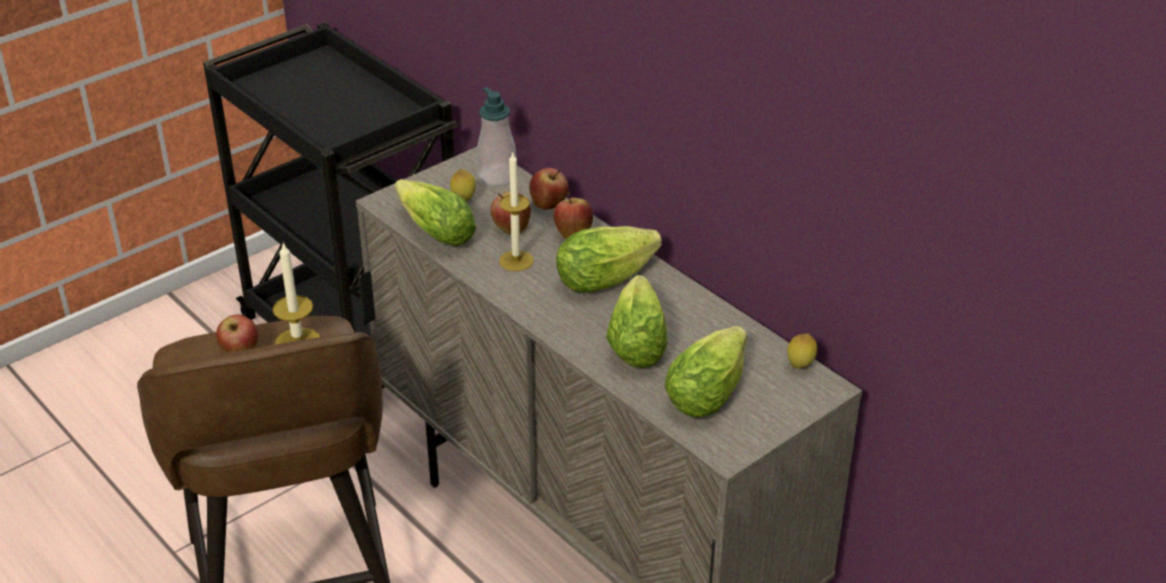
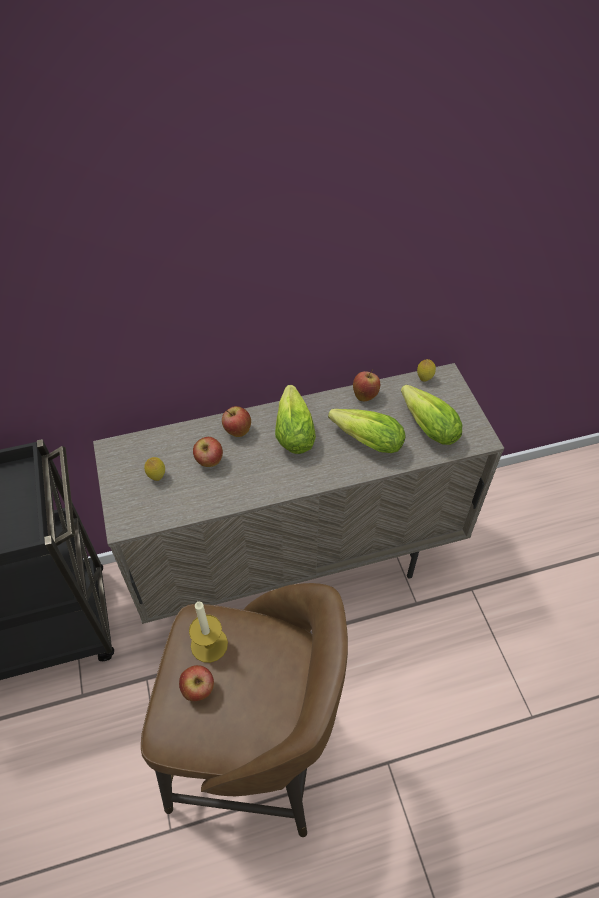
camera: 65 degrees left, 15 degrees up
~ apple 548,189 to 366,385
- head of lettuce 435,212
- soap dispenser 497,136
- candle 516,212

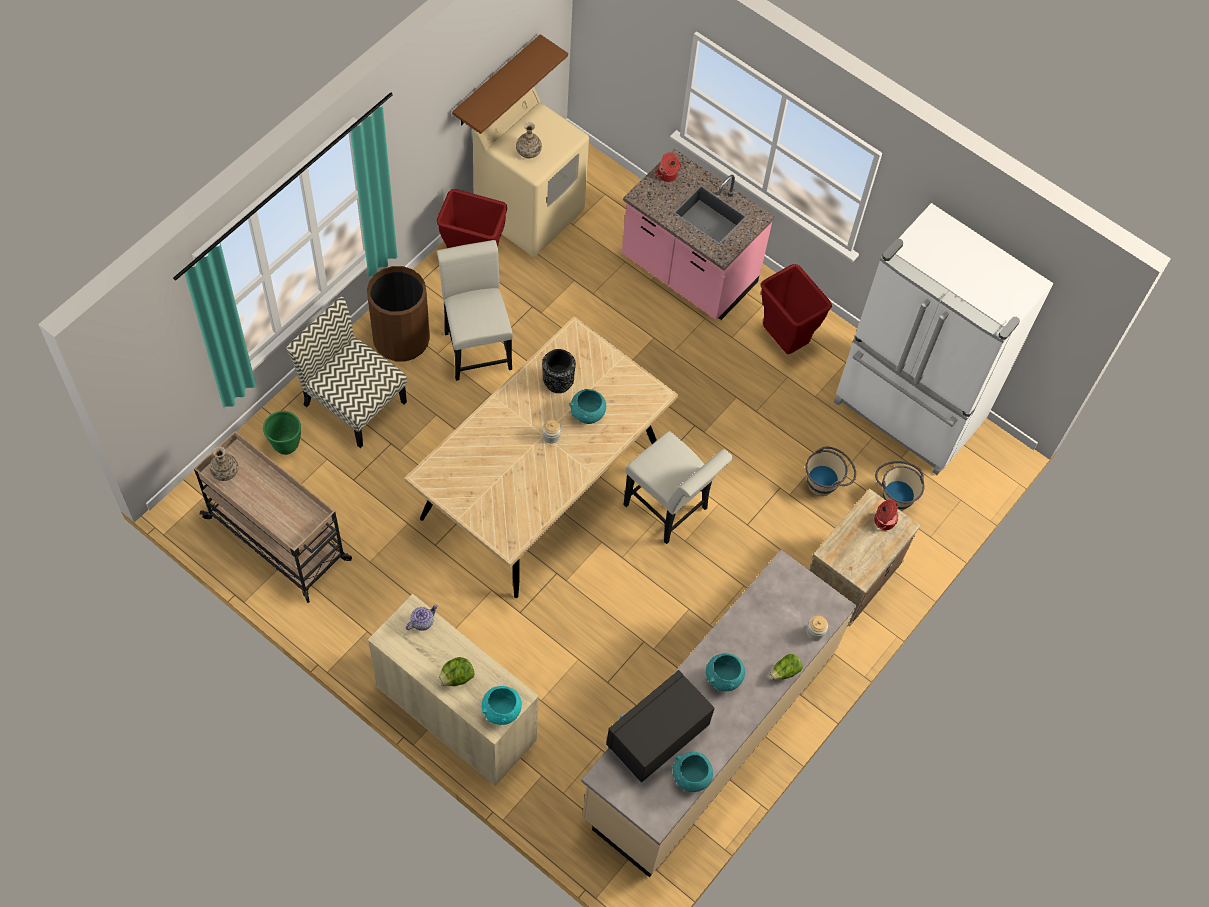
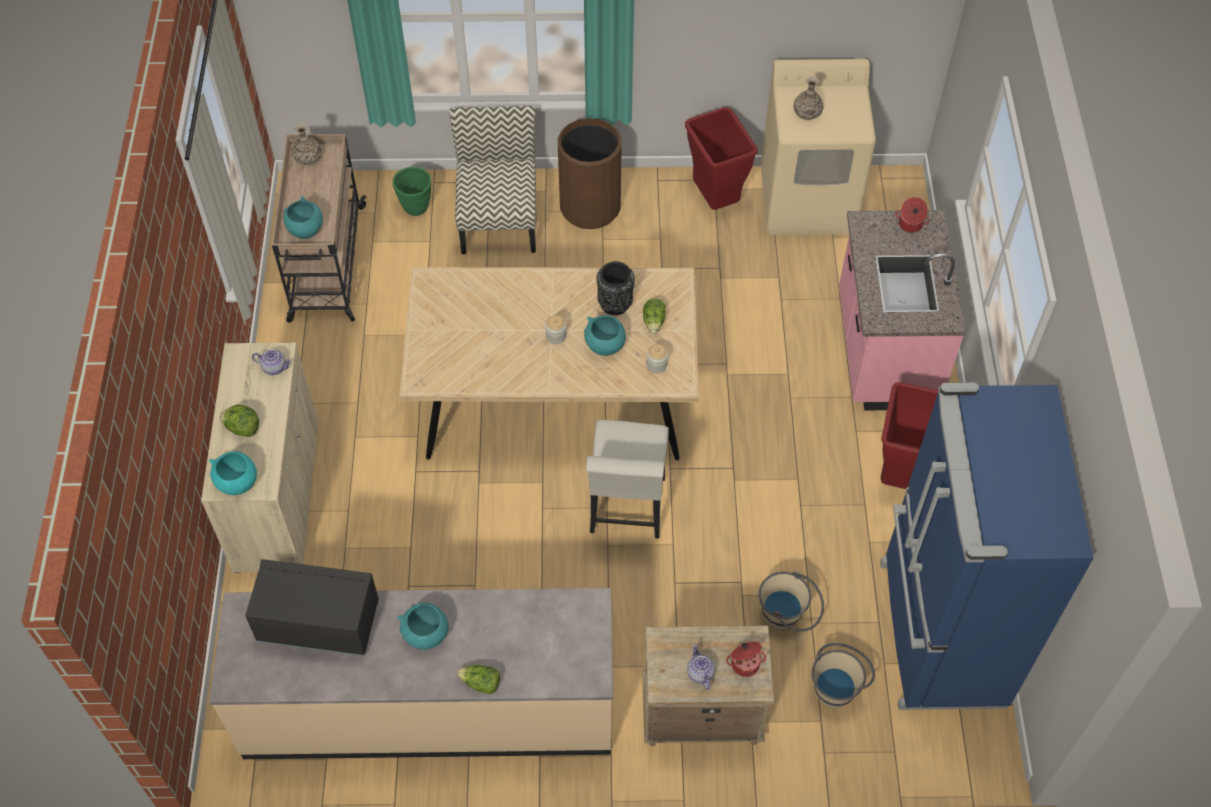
camera: 55 degrees right, 5 degrees down
~ turquoise serving bowl 692,772 to 303,217
+ head of lettuce 654,316
~ storage jar 817,628 to 657,358
+ pot for tea 701,667
~ white-coloured refrigerator 944,339 to blue refrigerator 986,546
- white-coloured upright chair 475,310
- brown-coloured wall shelf 510,84

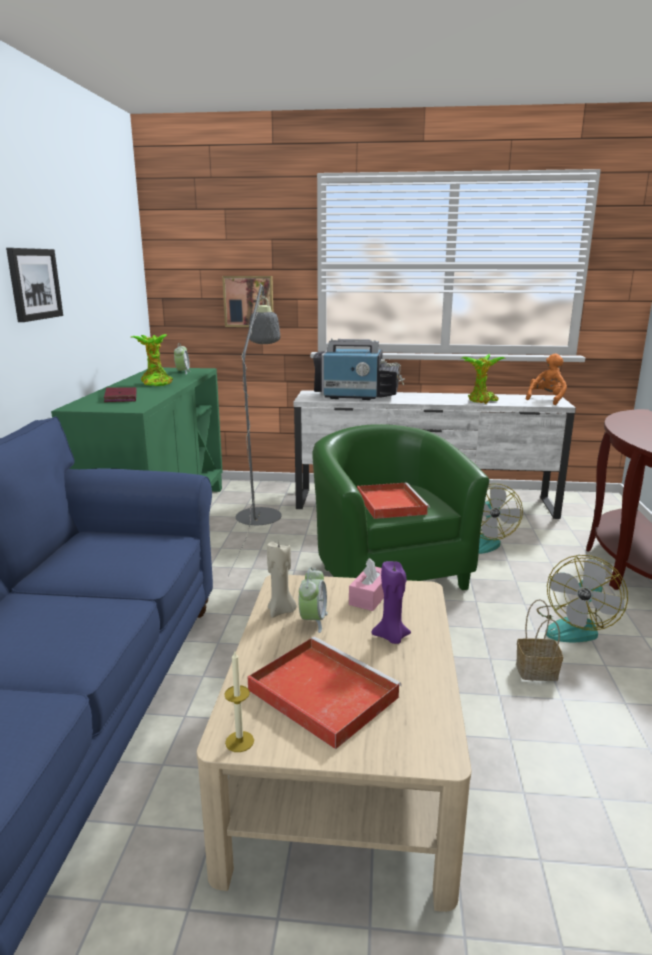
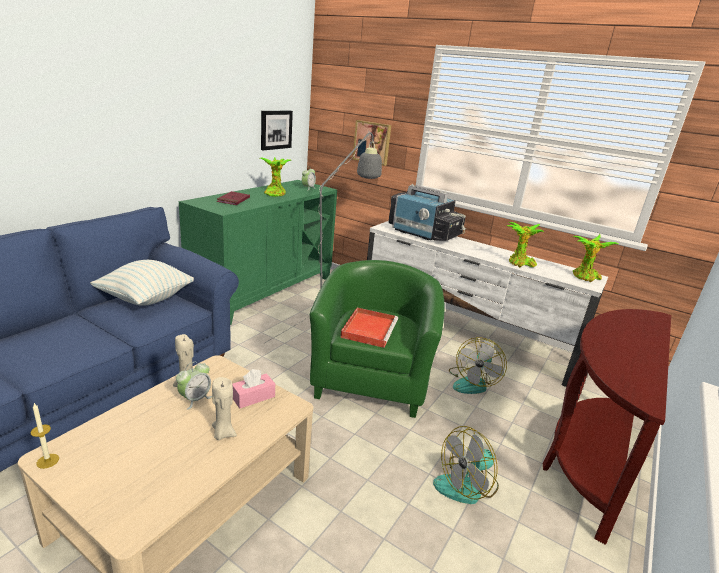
camera: 25 degrees right, 5 degrees up
+ pillow 142,283
~ purple-coloured candle 391,602 to sand-coloured candle 224,408
~ picture 34,285 to 277,130
~ orange soft toy 546,379 to plant in a pot 595,258
- reddish carrying tray 324,693
- basket 539,640

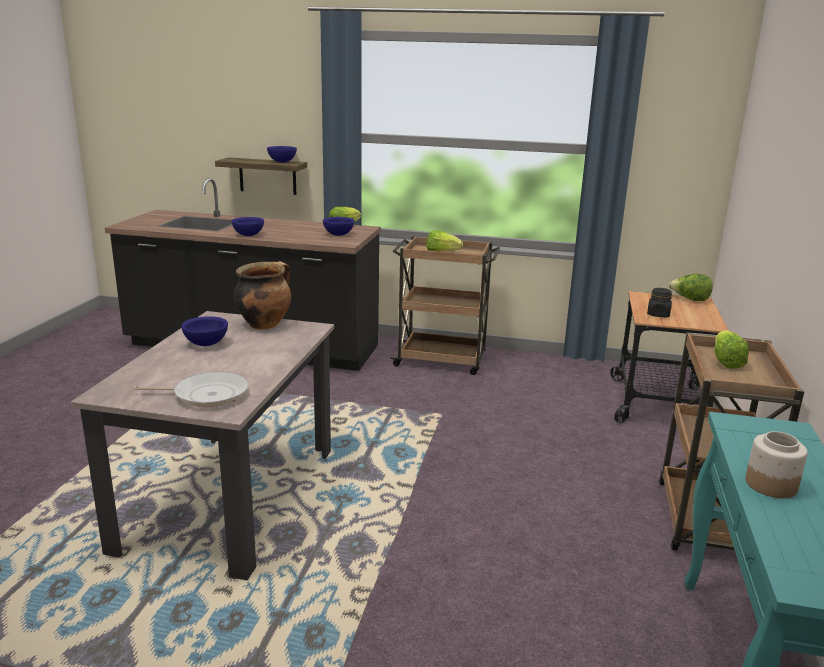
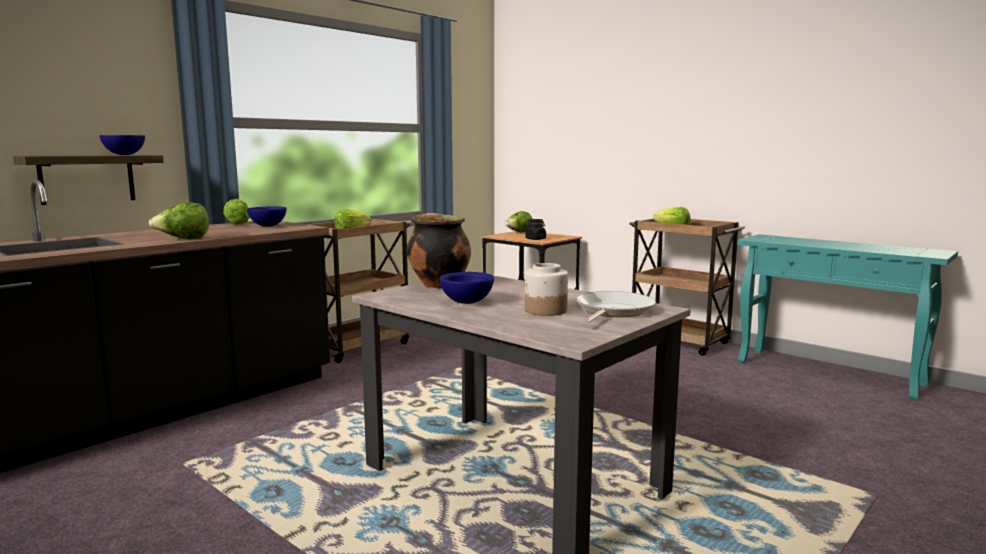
camera: 60 degrees left, 10 degrees down
~ blue serving bowl 247,226 to head of lettuce 179,220
~ storage jar 776,464 to 546,289

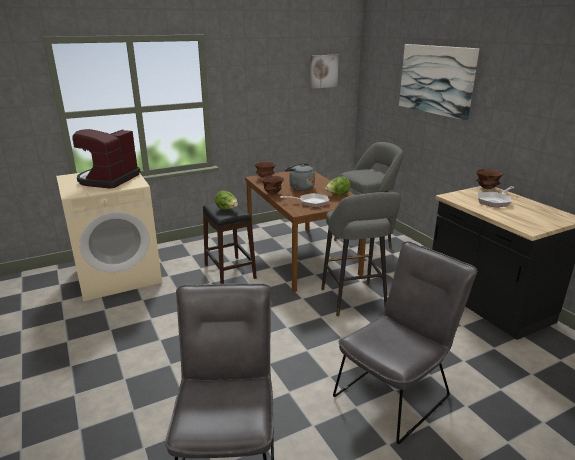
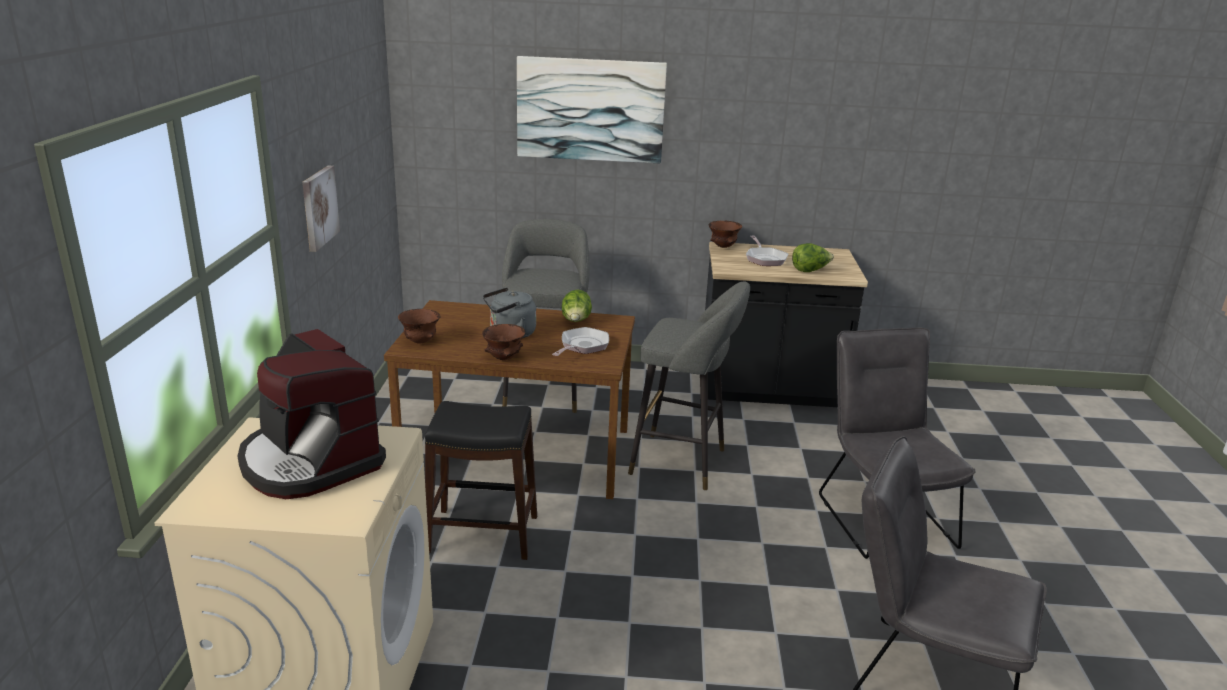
camera: 60 degrees left, 0 degrees up
~ picture 324,72 to 321,209
~ head of lettuce 226,200 to 813,257

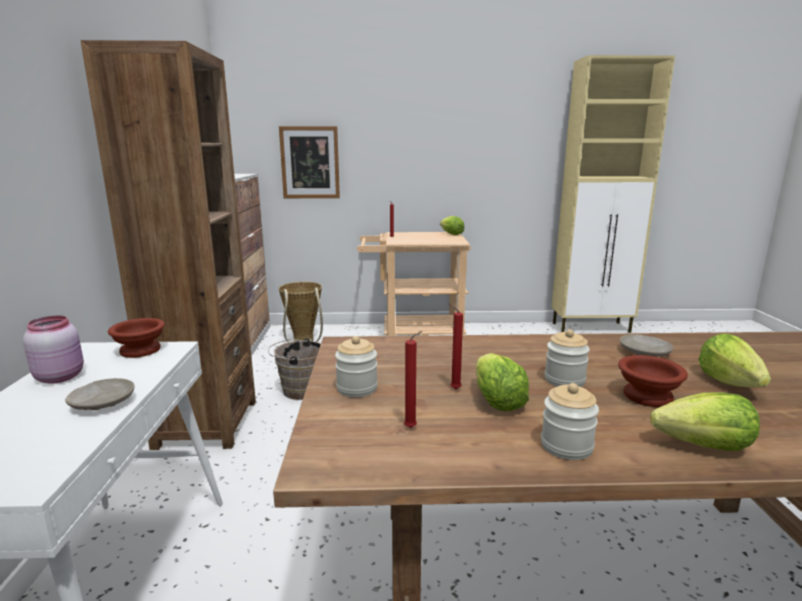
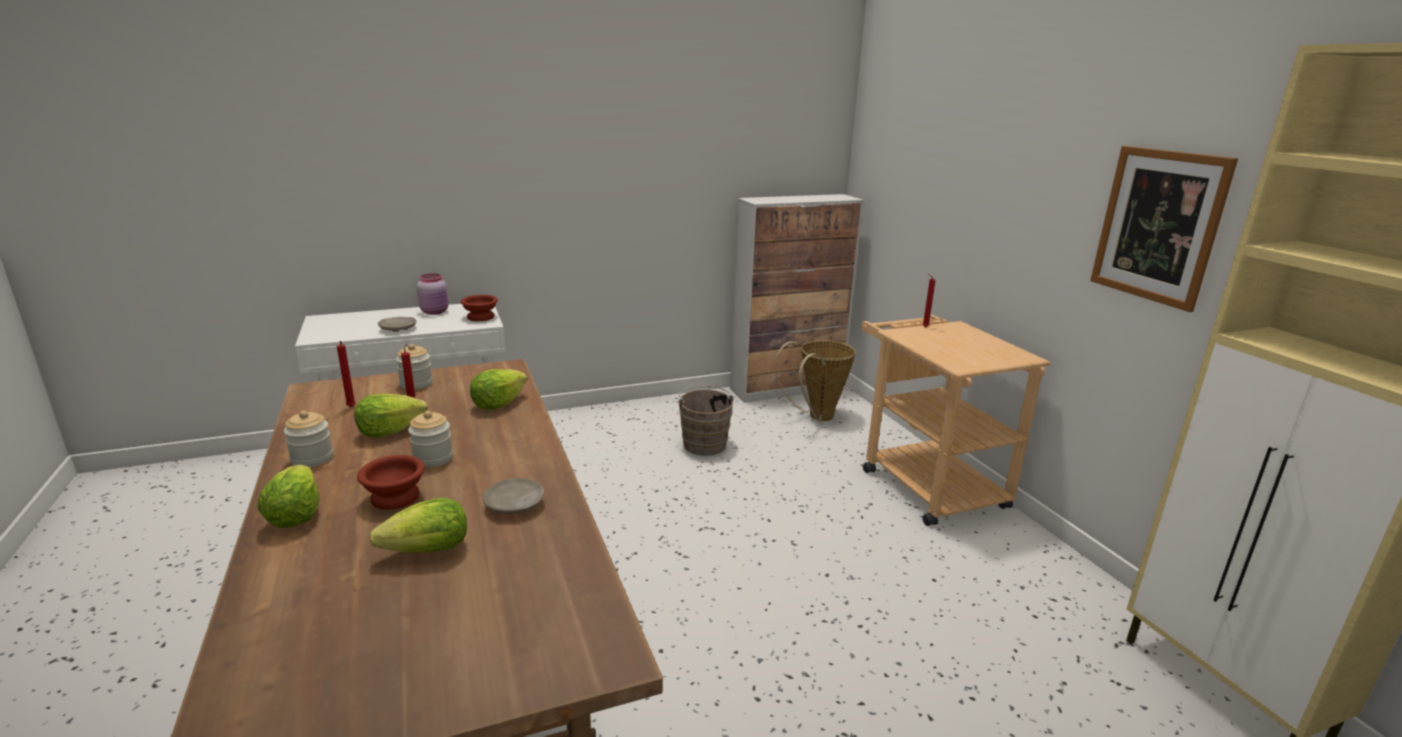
camera: 70 degrees right, 5 degrees up
~ head of lettuce 452,225 to 498,389
~ picture 309,162 to 1164,229
- brown-coloured shelving unit 168,245

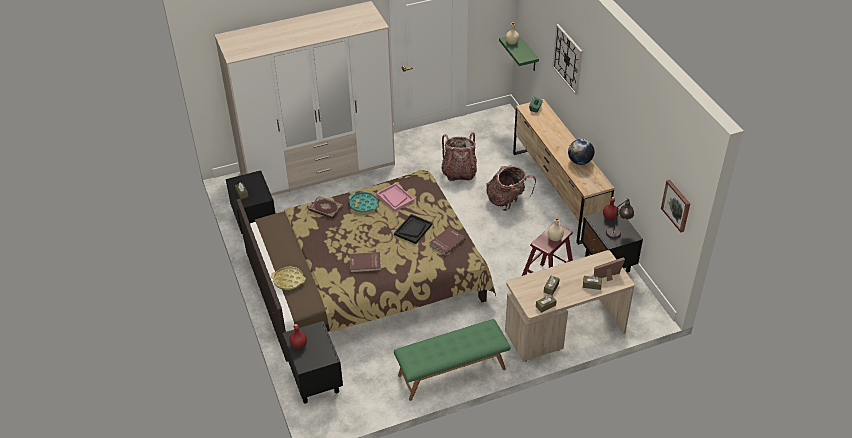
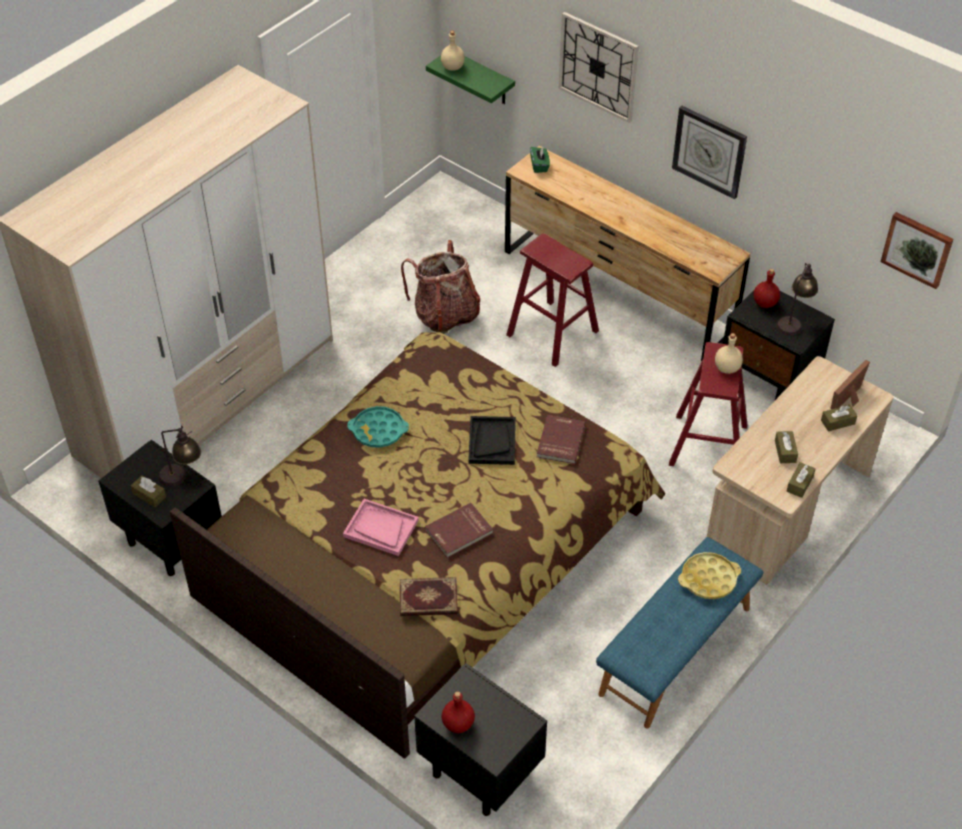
camera: 30 degrees left, 5 degrees up
+ table lamp 179,456
~ pink-coloured carrying tray 395,197 to 381,527
~ volume 325,207 to 429,596
~ backpack 511,188 to reddish stool seat 552,300
~ green long seat 452,360 to blue long seat 679,633
+ hanging clock 709,152
~ yellow carrying tray 288,278 to 709,575
- world globe 581,152

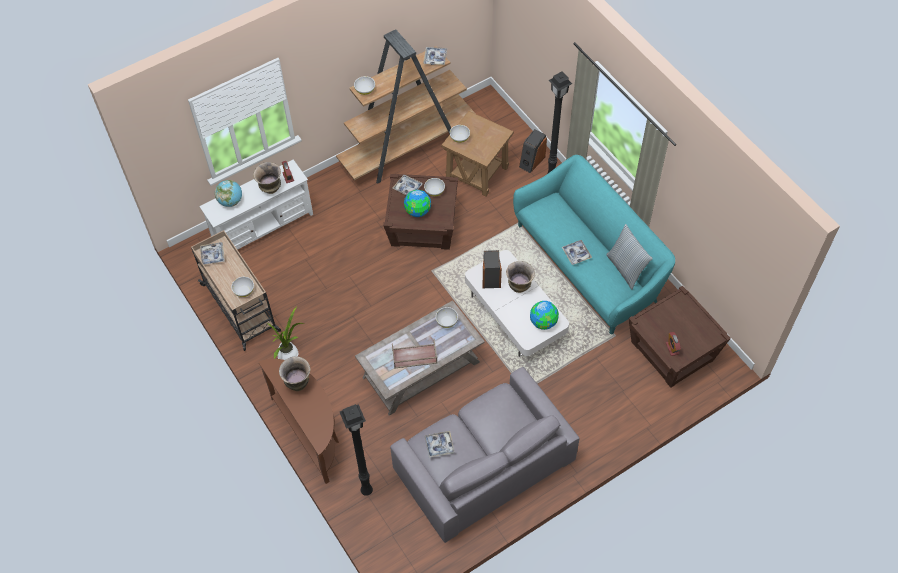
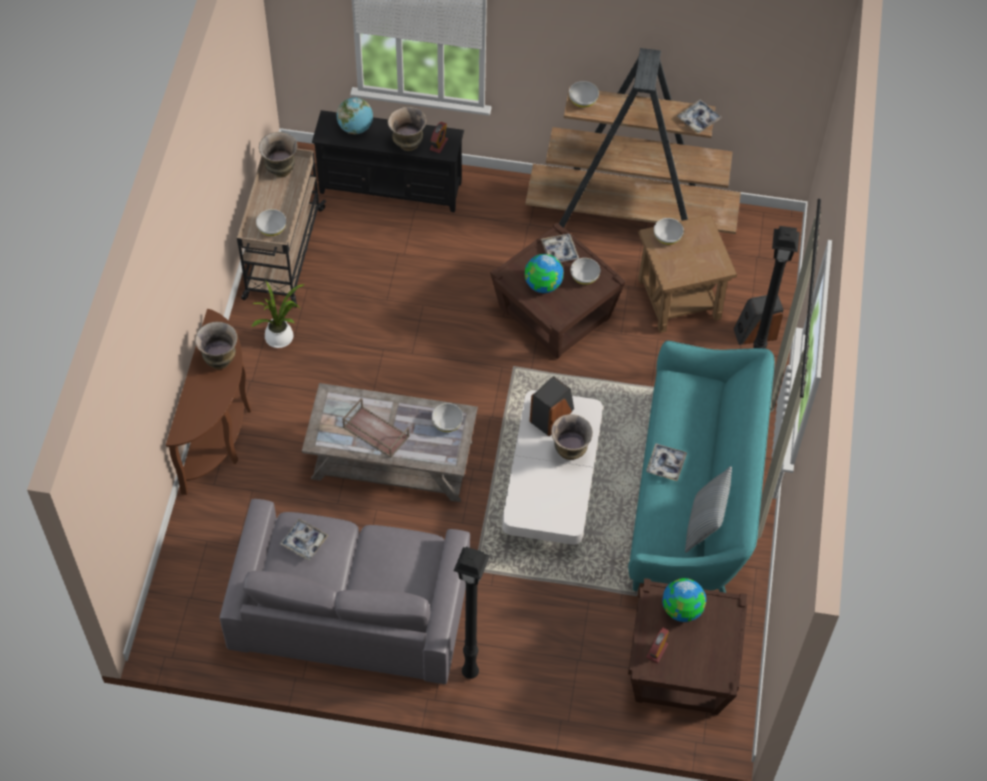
camera: 40 degrees right, 0 degrees up
~ carrying tray 212,253 to decorative vase 278,155
~ white-coloured tv stand 256,204 to black-coloured tv stand 388,161
~ black-coloured standard lamp 356,450 to 472,613
~ world globe 544,315 to 684,600

